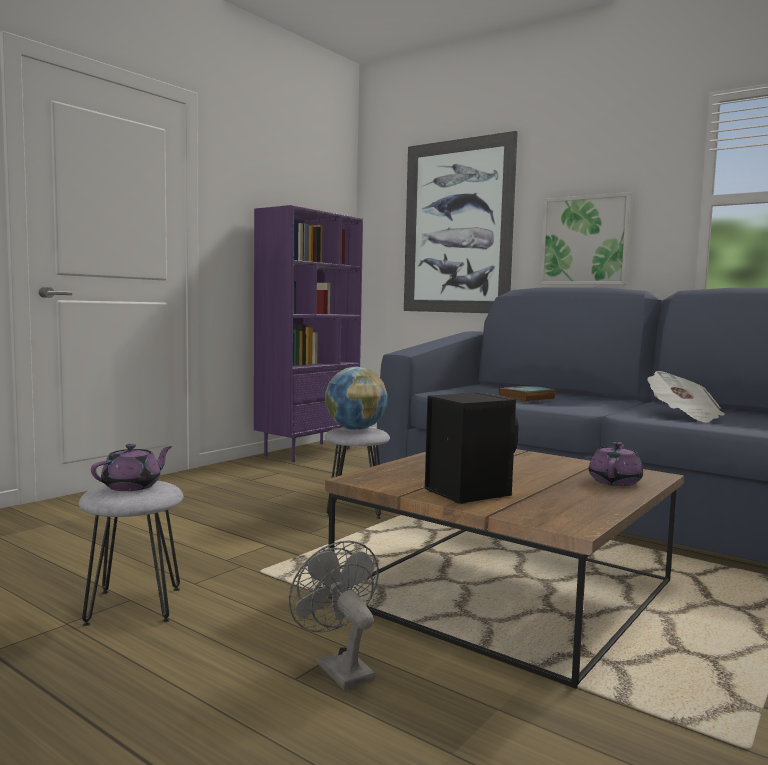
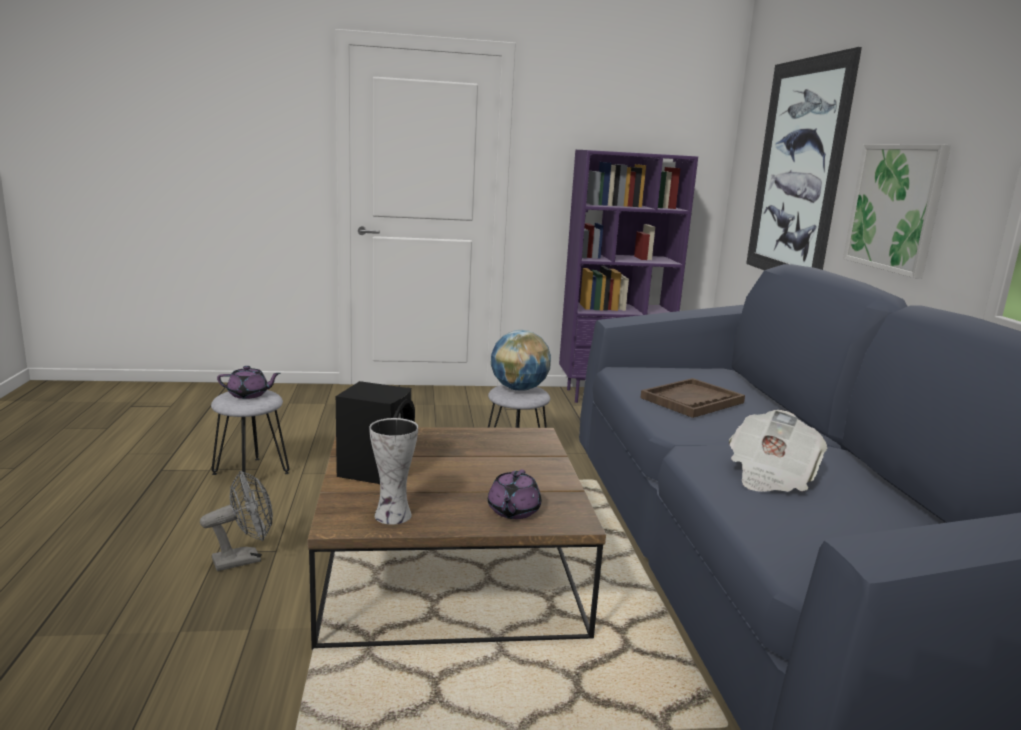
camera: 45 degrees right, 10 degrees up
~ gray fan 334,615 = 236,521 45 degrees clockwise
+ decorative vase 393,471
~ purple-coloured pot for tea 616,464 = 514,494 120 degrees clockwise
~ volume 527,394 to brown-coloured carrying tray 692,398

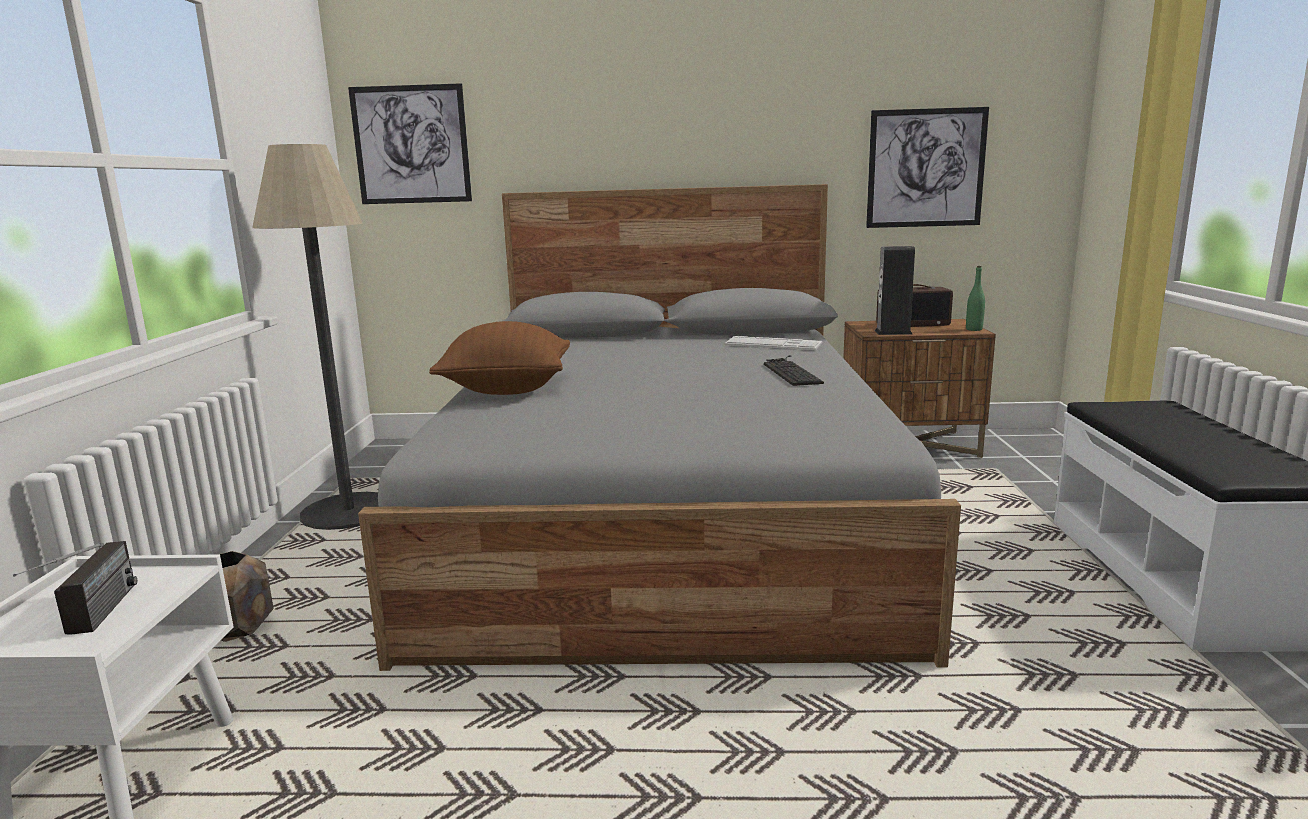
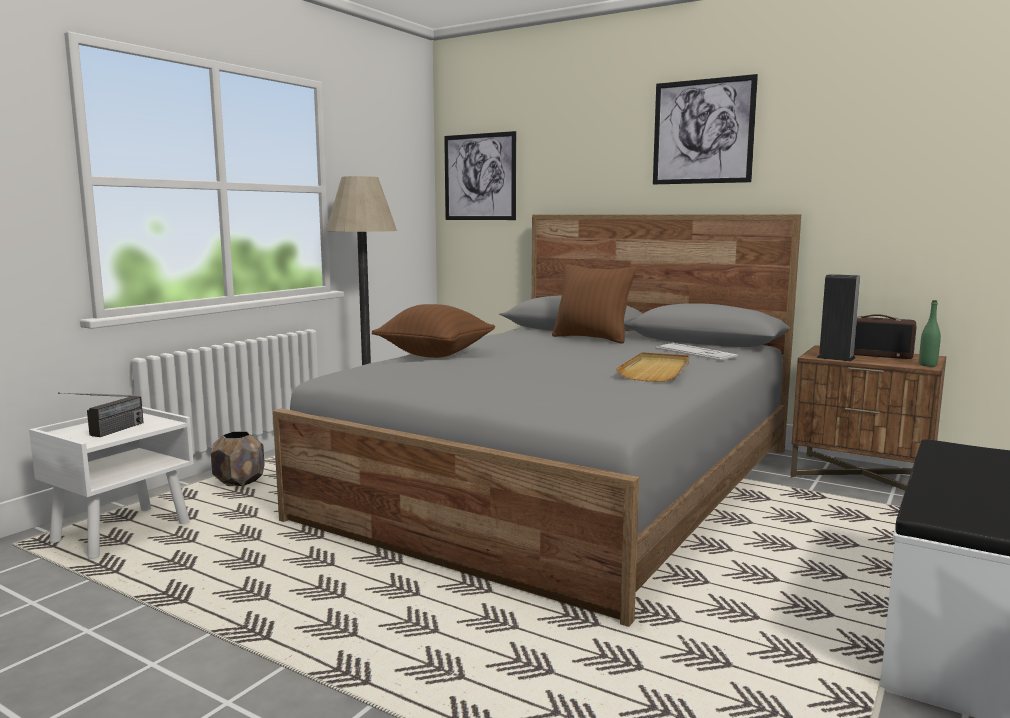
camera: 30 degrees right, 5 degrees down
+ brown-coloured pillow 594,304
~ PC keyboard 794,370 to sand-coloured carrying tray 652,367
~ picture 927,167 to 705,129

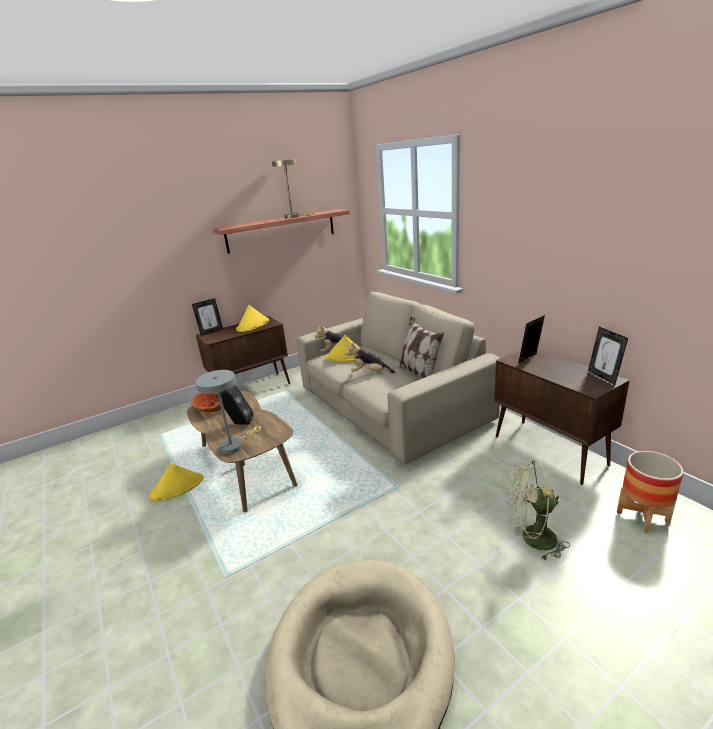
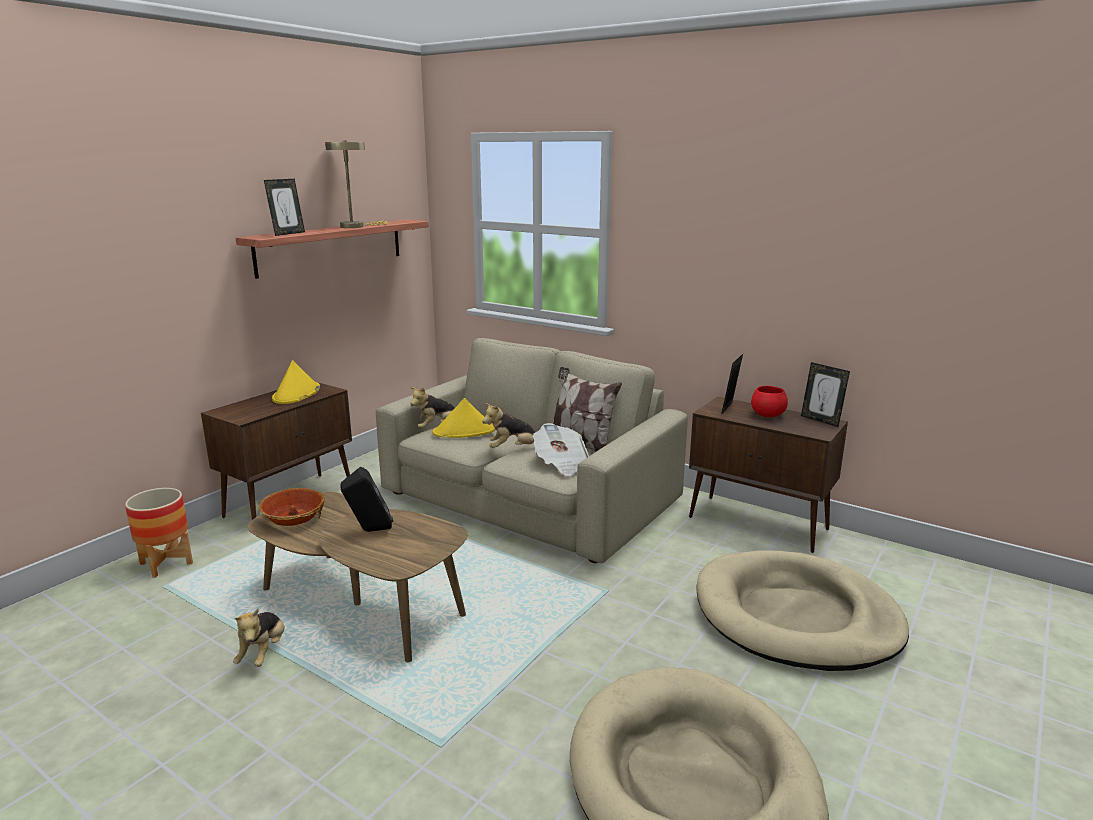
camera: 25 degrees left, 5 degrees down
~ flower pot 650,492 to 159,533
~ yellow hat 176,482 to soft toy 259,638
~ standing frame 207,316 to 284,207
+ newspaper 561,449
~ green fan 538,509 to sand-coloured dog cushion 802,610
+ reddish serving bowl 769,401
- gray table lamp 228,412

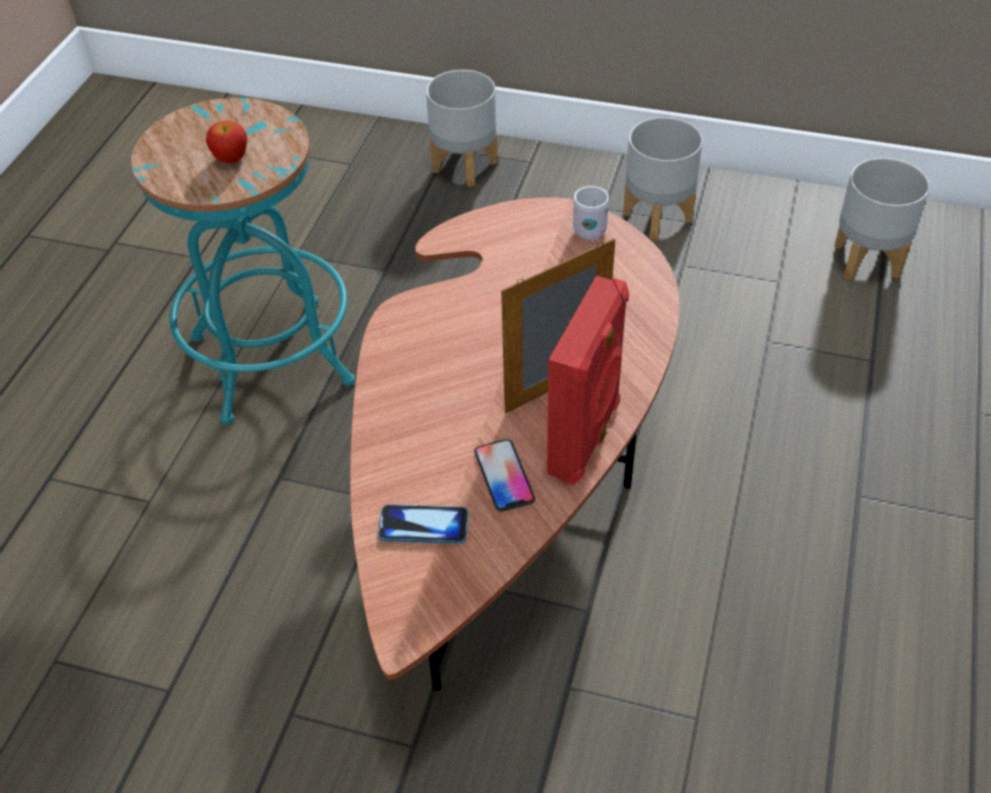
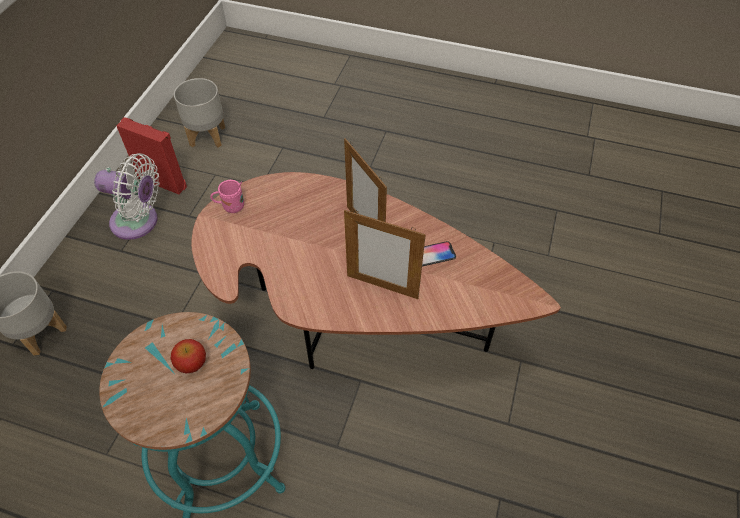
camera: 90 degrees left, 5 degrees up
~ gray flower pot 663,178 to white-coloured fan 126,196
~ reddish audio speaker 588,380 to 152,155
~ white-coloured coffee mug 591,213 to pink-coloured coffee mug 227,196
+ standing frame 385,254
- handset 423,524

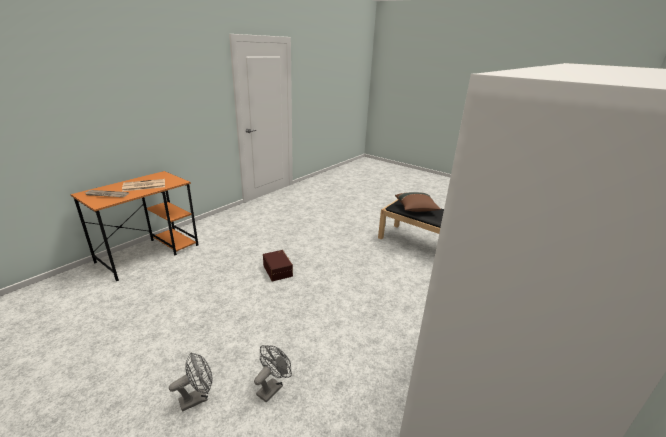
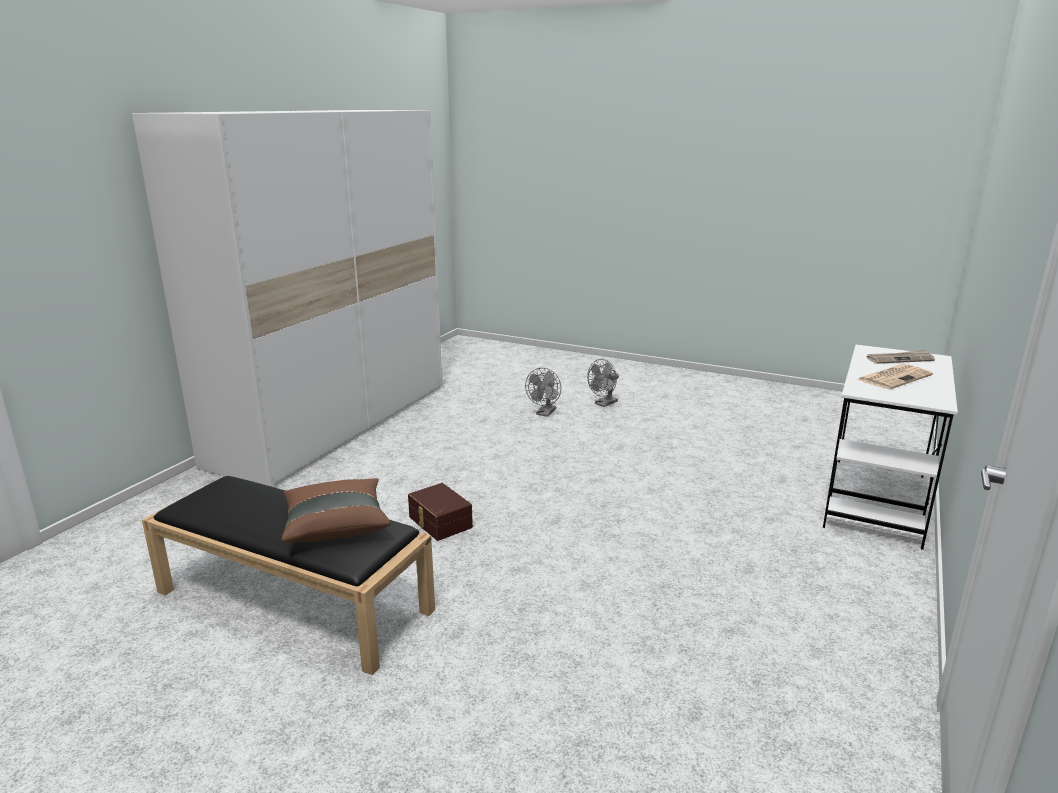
camera: 170 degrees right, 5 degrees down
~ brown-coloured storage box 278,265 to 440,512
~ orange desk 134,226 to white-coloured desk 890,447

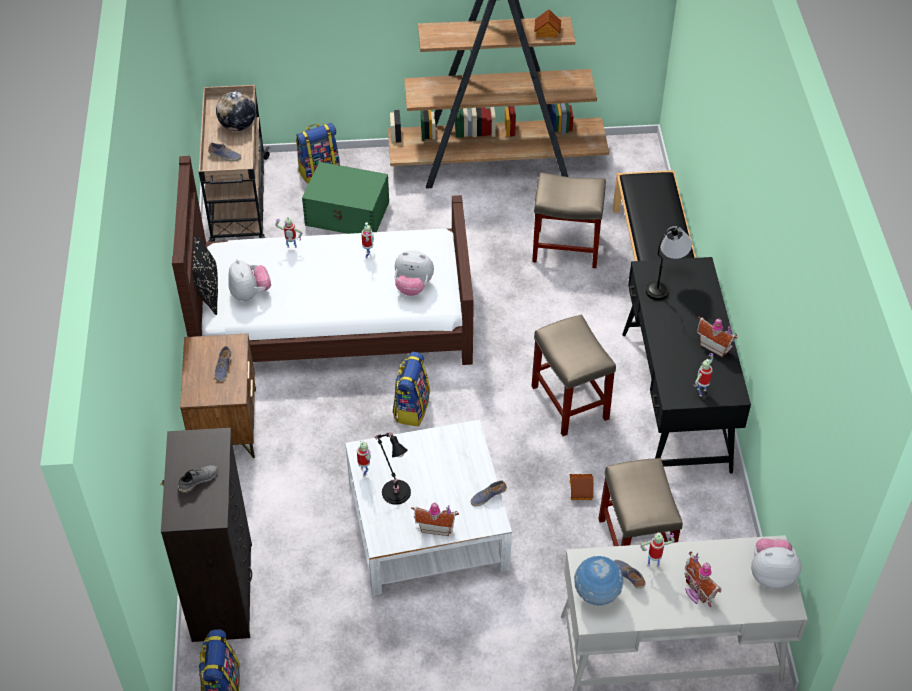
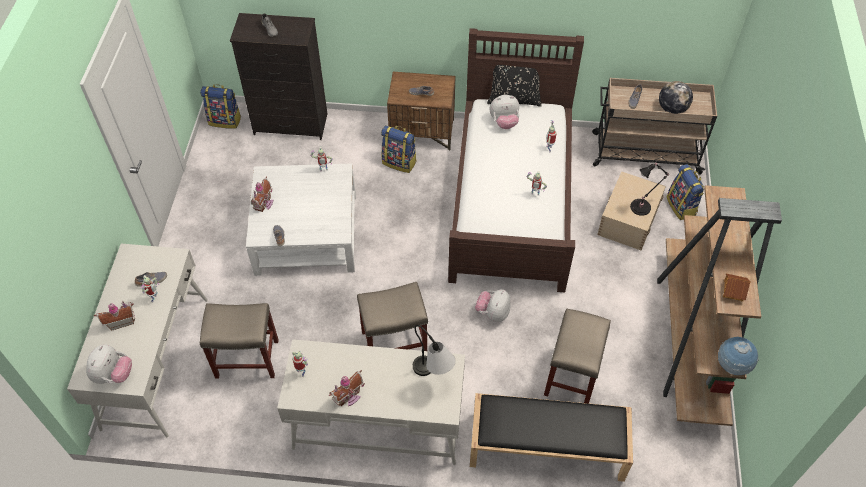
camera: 100 degrees right, 5 degrees up
~ black-coloured desk 686,365 to white-coloured desk 371,402
~ backpack 411,389 to 399,149
~ soft toy 414,273 to 493,305
~ green storage box 345,198 to sand-coloured storage box 631,211
~ black-coloured table lamp 392,468 to 649,189
~ world globe 599,580 to 738,356
- miniature house 581,487

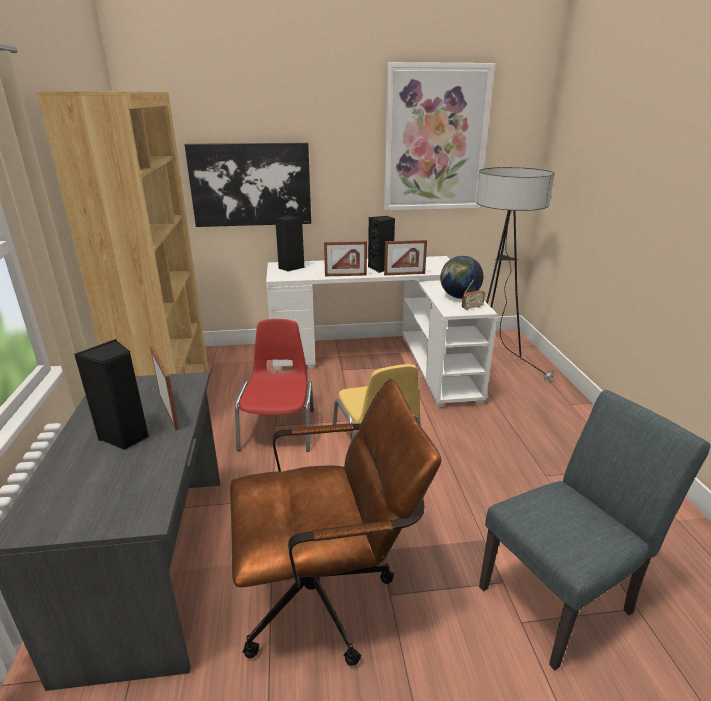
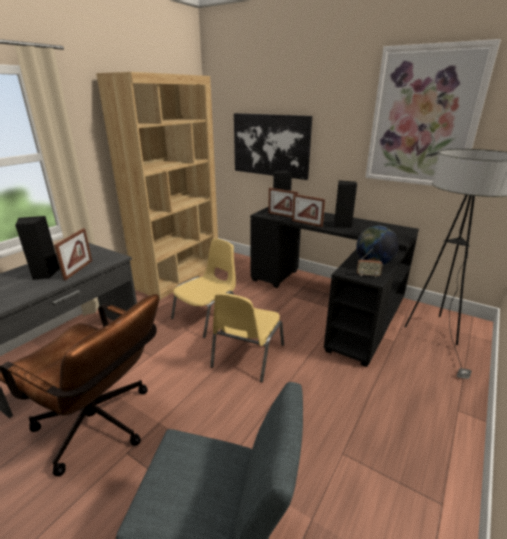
camera: 40 degrees right, 0 degrees up
~ reddish upright chair 274,385 to yellow upright chair 203,288
~ white-coloured desk 381,331 to black-coloured desk 334,287
~ standing frame 405,257 to 283,203

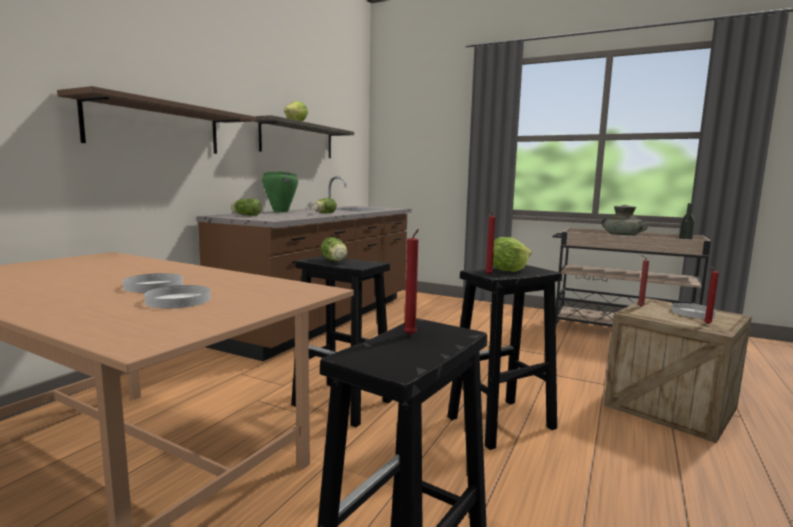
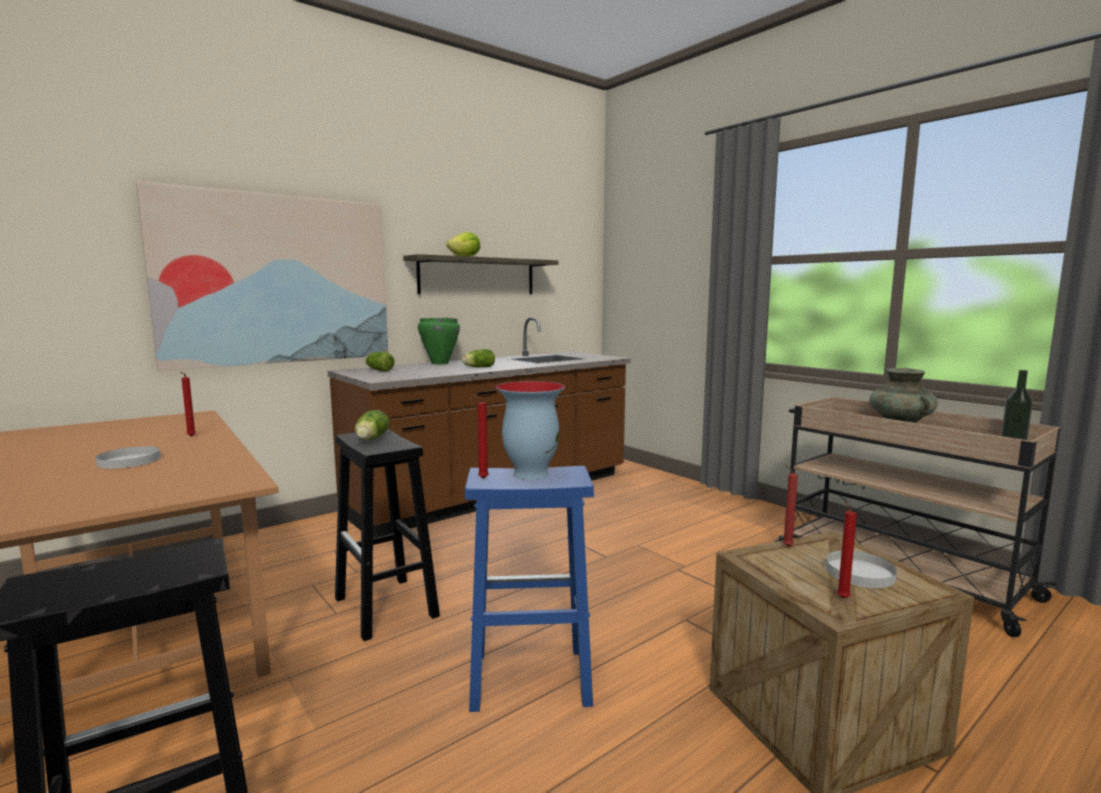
camera: 25 degrees right, 0 degrees up
~ brown-coloured wall shelf 156,120 to picture 262,276
~ reddish candle 411,282 to 188,404
~ black-coloured stool seat 504,357 to blue stool seat 529,589
~ head of lettuce 512,254 to decorative vase 530,430
- white-coloured flat dish 177,297

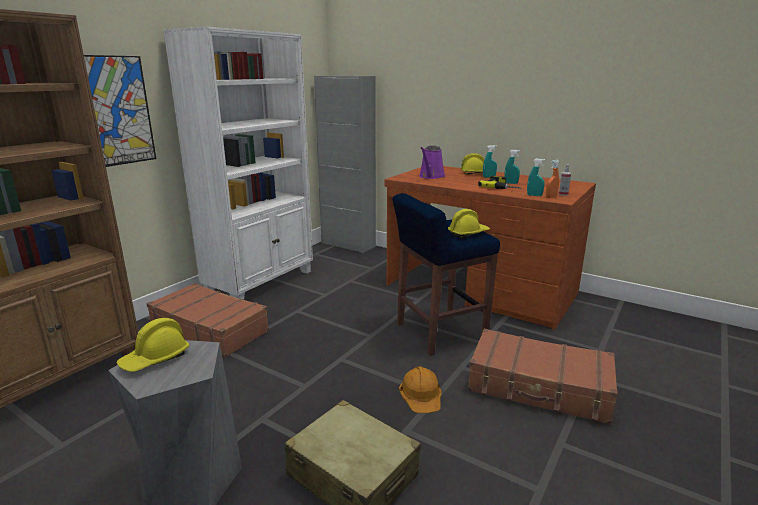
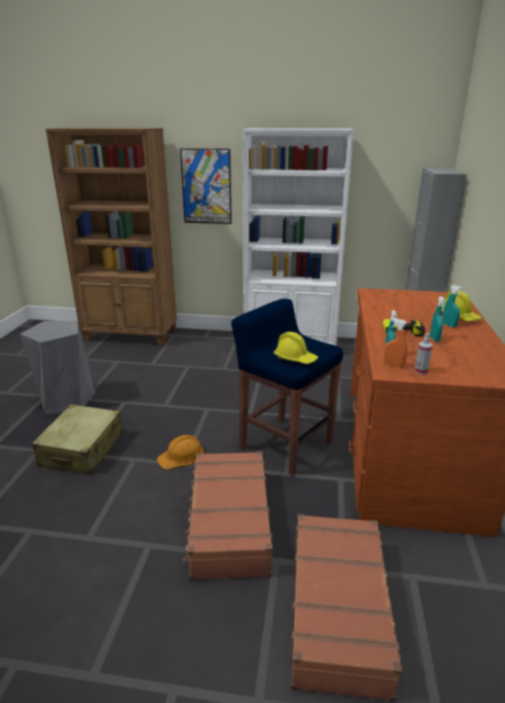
camera: 65 degrees right, 5 degrees up
~ brown-coloured suitcase 208,320 to 347,607
- yellow work helmet 152,345
- purple-coloured sprinkling can 432,162

